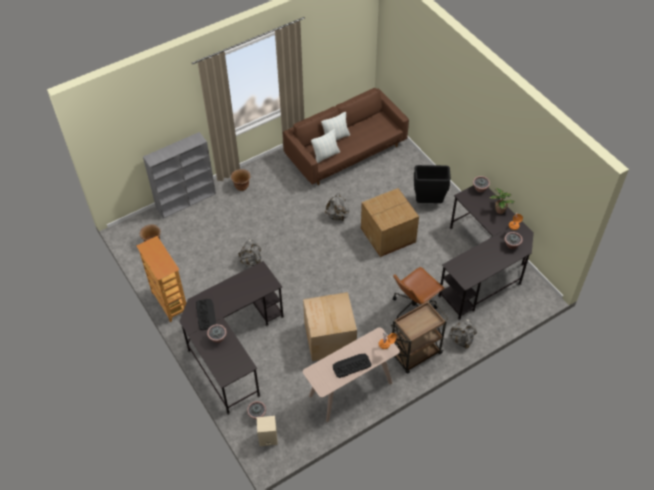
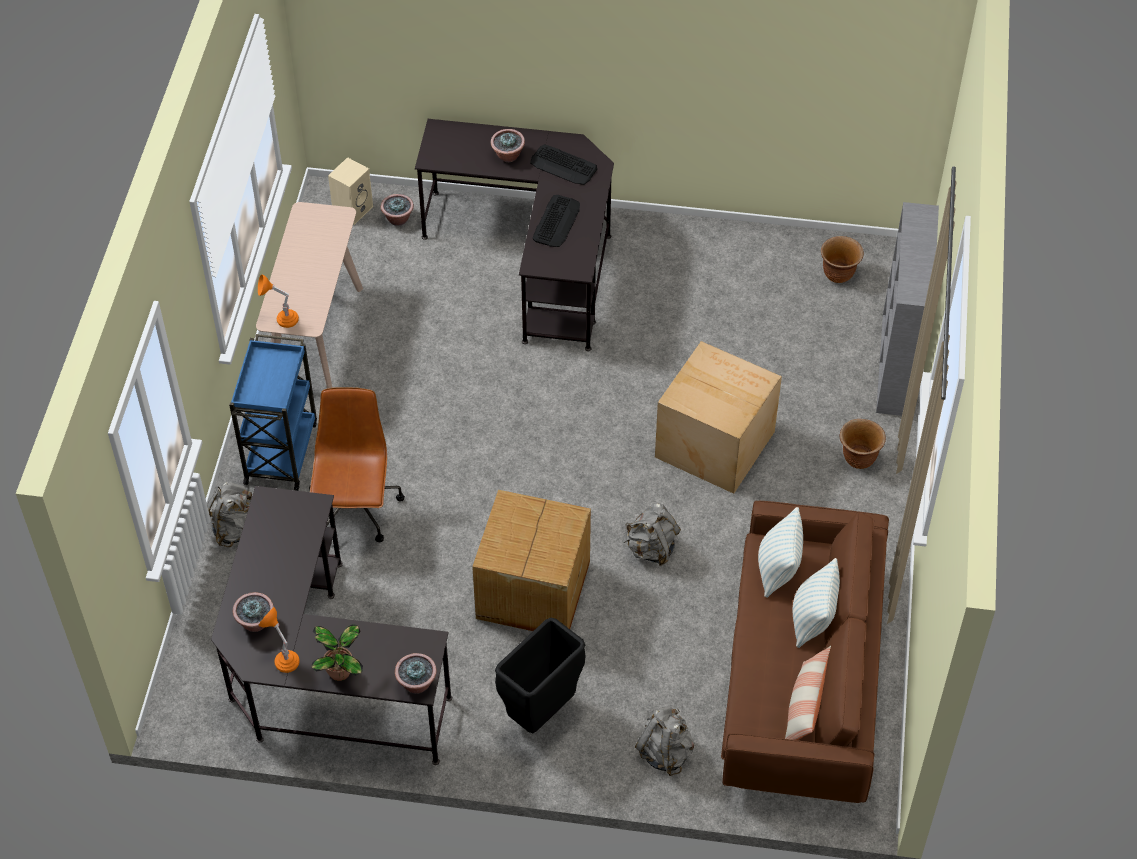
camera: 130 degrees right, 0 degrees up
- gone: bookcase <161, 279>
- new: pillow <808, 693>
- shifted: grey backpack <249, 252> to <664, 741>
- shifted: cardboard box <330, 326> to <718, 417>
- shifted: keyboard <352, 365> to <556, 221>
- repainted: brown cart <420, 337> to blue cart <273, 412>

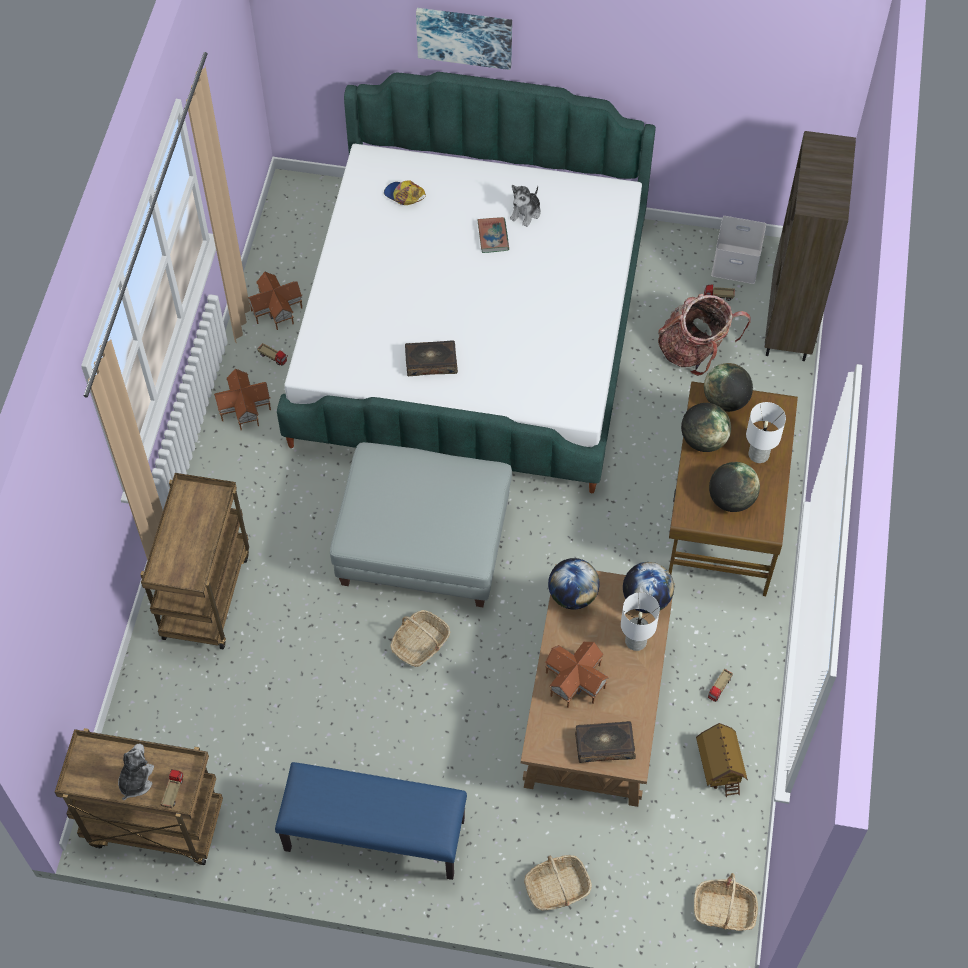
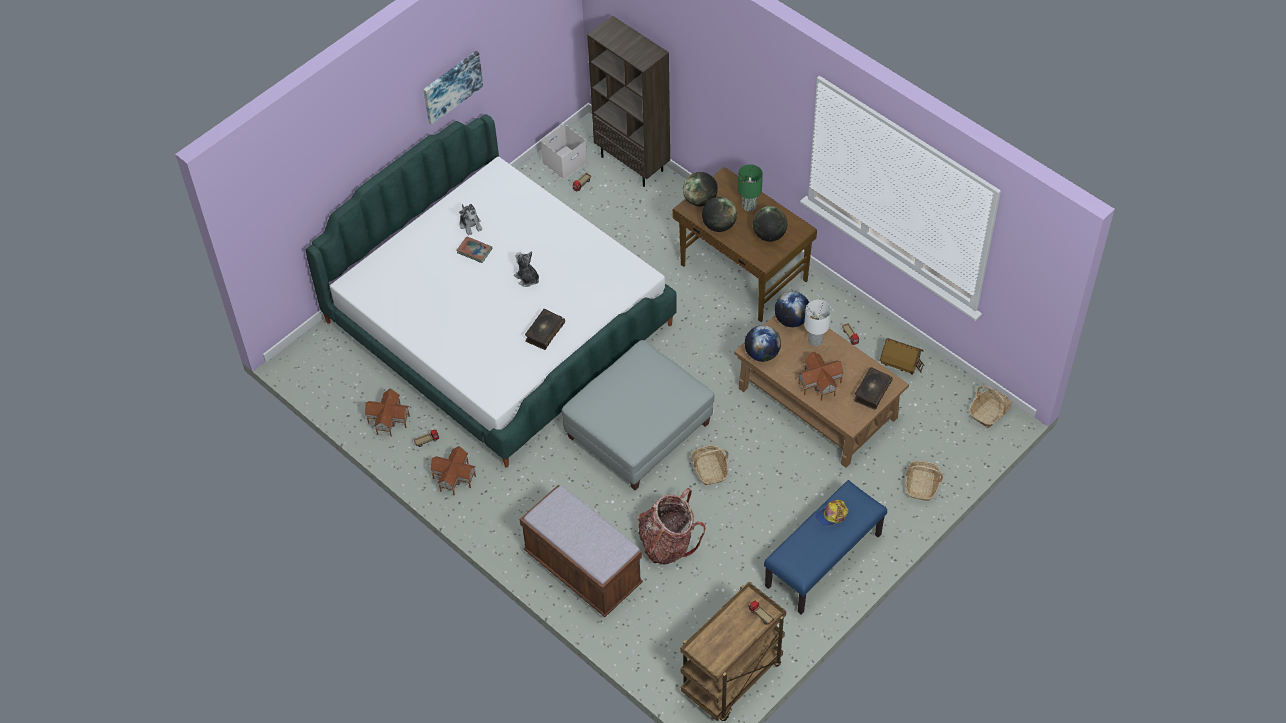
camera: 55 degrees left, 5 degrees down
- shifted: plush toy <136, 772> to <526, 269>
- shifted: cap <405, 192> to <832, 513>
- shifted: picture <464, 39> to <453, 88>
- shifted: backpack <704, 335> to <671, 526>
- swapped: brown cart <194, 561> to brown bench <581, 551>
- repainted: white table lamp <766, 432> to green table lamp <750, 188>

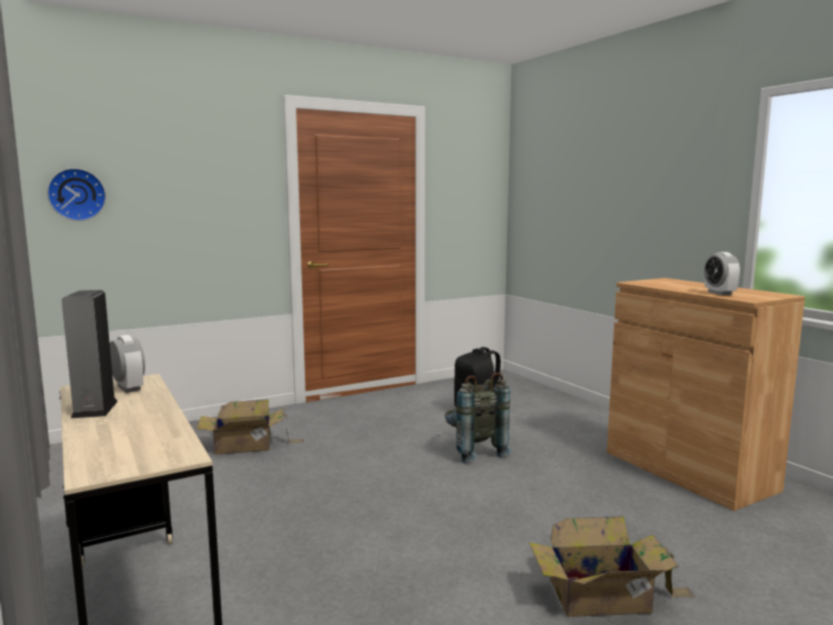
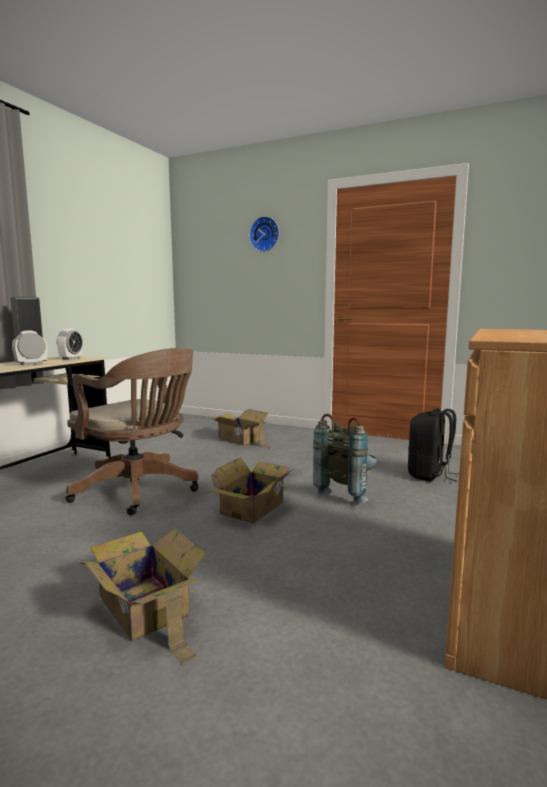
camera: 55 degrees right, 0 degrees up
- new: brown office chair <132, 431>
- new: cardboard box <251, 490>
- shifted: wall clock <76, 194> to <264, 234>
- shifted: alarm clock <722, 273> to <29, 347>

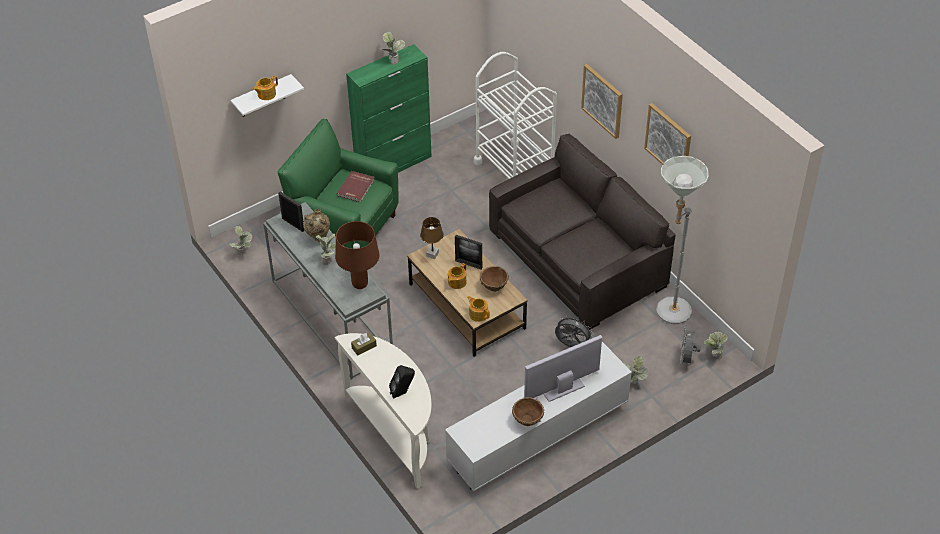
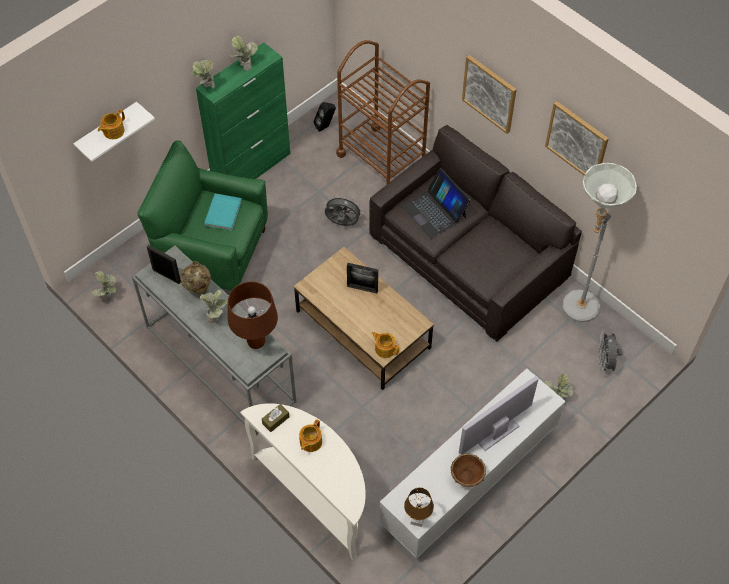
camera: 10 degrees left, 10 degrees up
- gone: brown bowl <494, 279>
- new: laptop <436, 203>
- shifted: black speaker <402, 382> to <325, 117>
- shifted: brown table lamp <432, 238> to <419, 507>
- shifted: teapot <457, 276> to <310, 435>
- shifted: grey fan <574, 331> to <343, 210>
- shifted: potted plant <716, 345> to <203, 74>
- repainted: red book <355, 186> to turquoise book <223, 212>
- repainted: white cart <515, 115> to brown cart <383, 112>

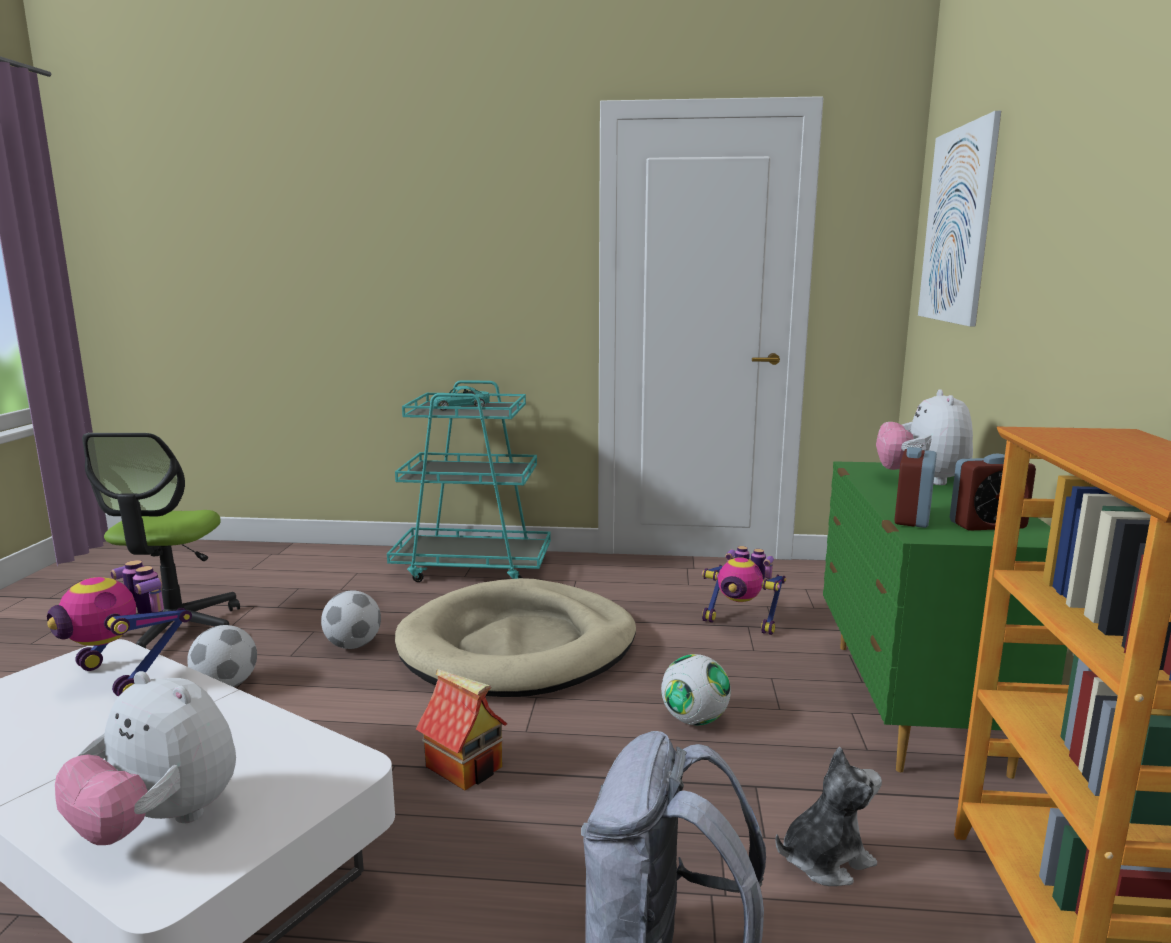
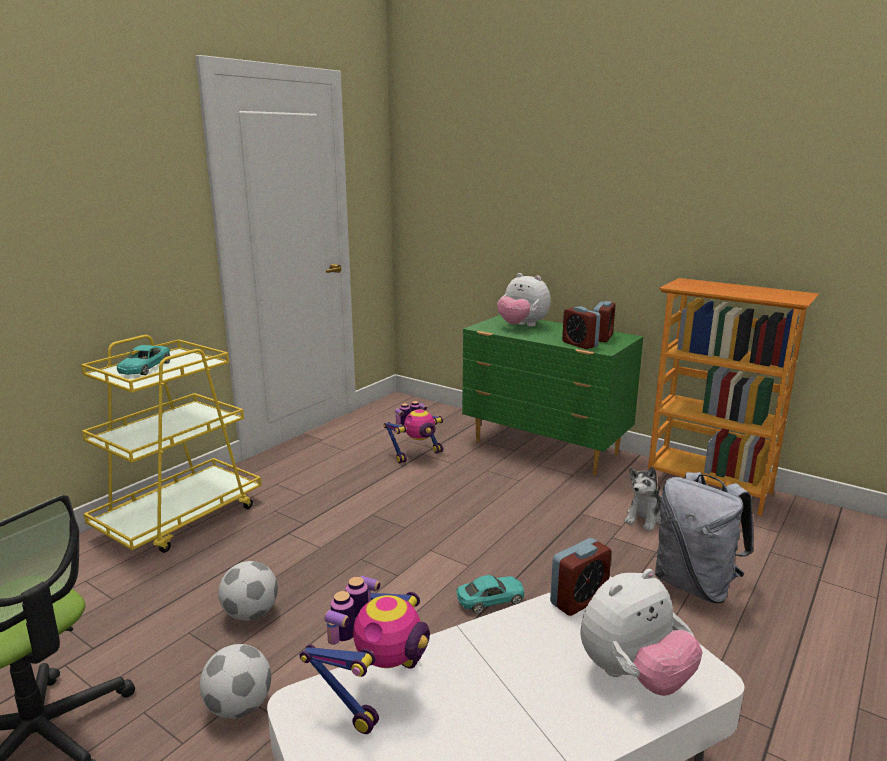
camera: 60 degrees left, 5 degrees up
- gone: beige dog bed <515, 637>
- gone: football <696, 689>
- gone: picture <959, 219>
- new: alarm clock <581, 577>
- swapped: toy house <461, 730> to turquoise toy car <490, 594>
- repainted: turquoise cart <469, 481> to yellow cart <171, 444>
- rotated: toy robot <119, 628> = <364, 655> 45 degrees counterclockwise
- rotated: plush toy <828, 816> = <643, 498> 150 degrees counterclockwise

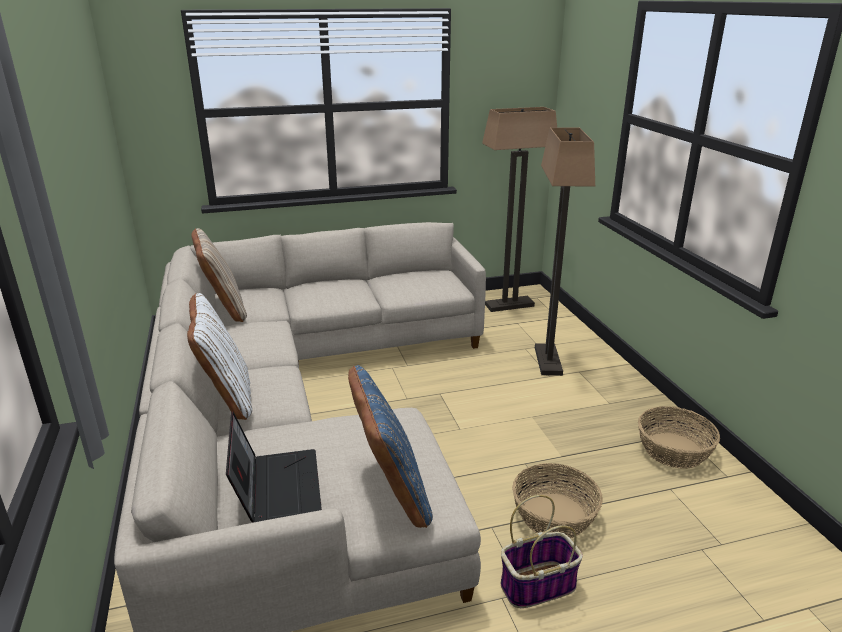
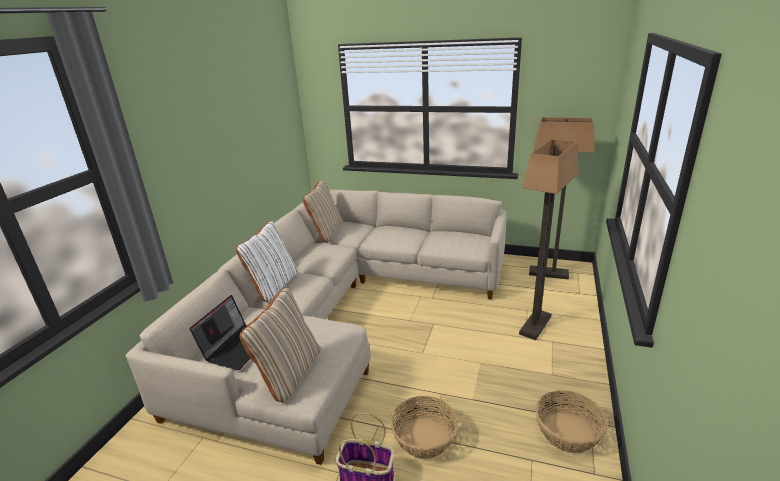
camera: 35 degrees right, 0 degrees up
- repainted: blue pillow <390, 446> to beige pillow <280, 345>

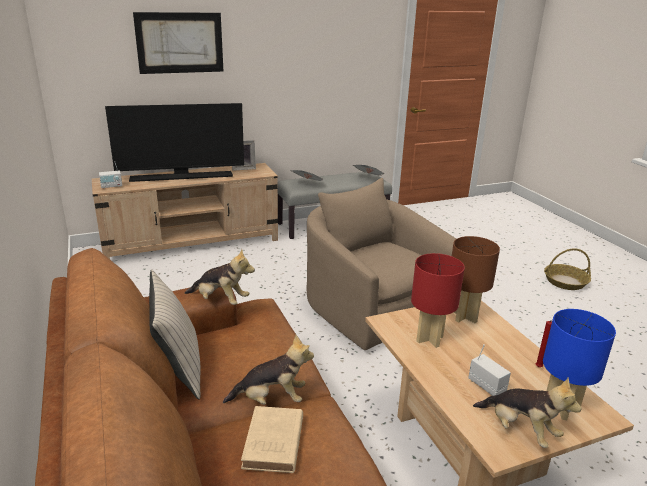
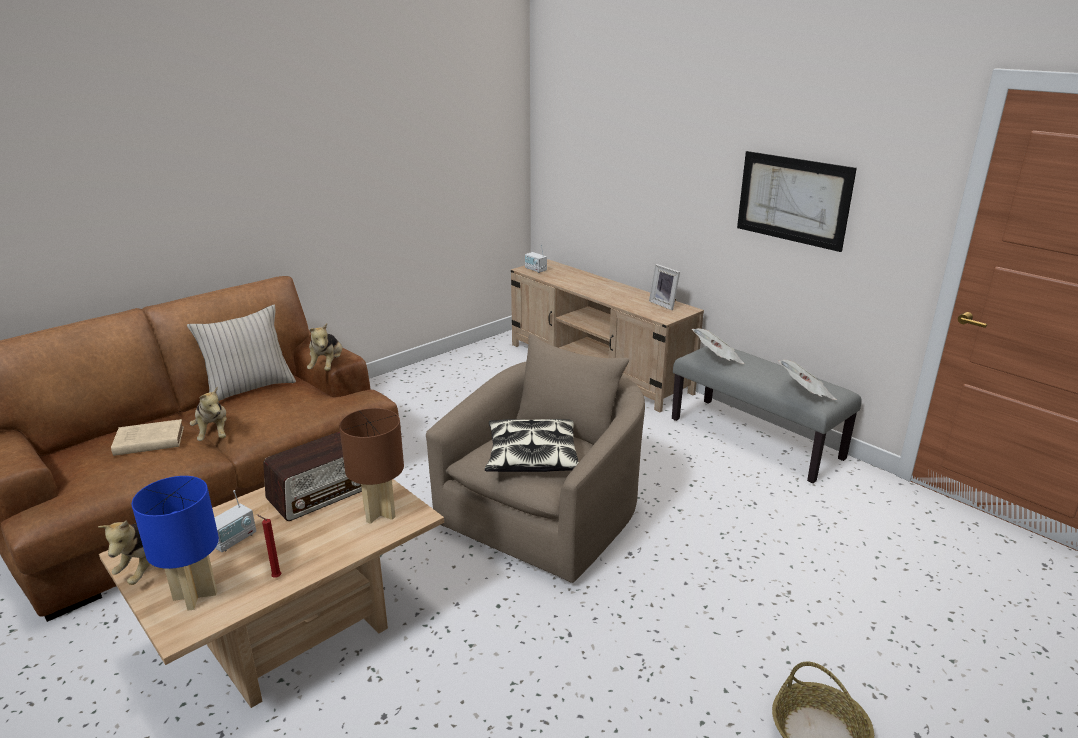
camera: 70 degrees right, 0 degrees up
- gone: television <174, 142>
- new: pillow <532, 445>
- shifted: picture <178, 43> to <797, 201>
- swapped: red table lamp <438, 300> to radio <312, 476>

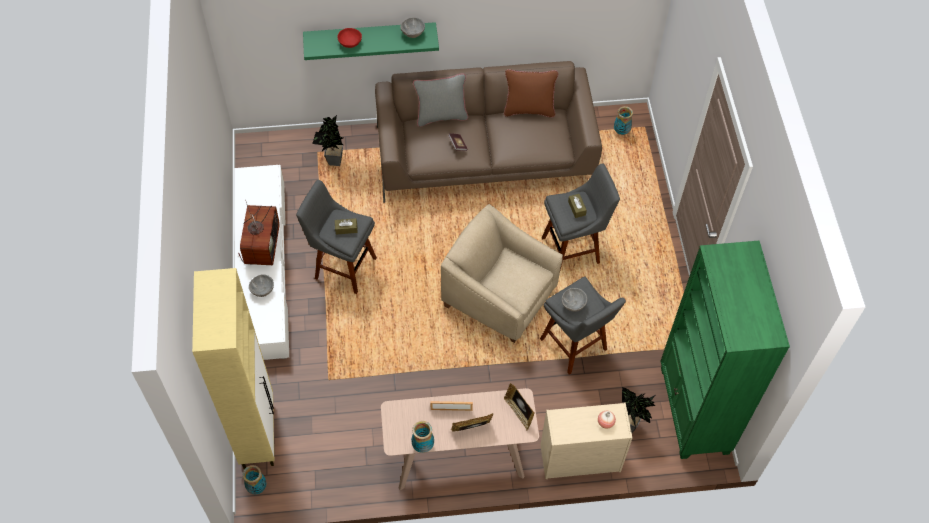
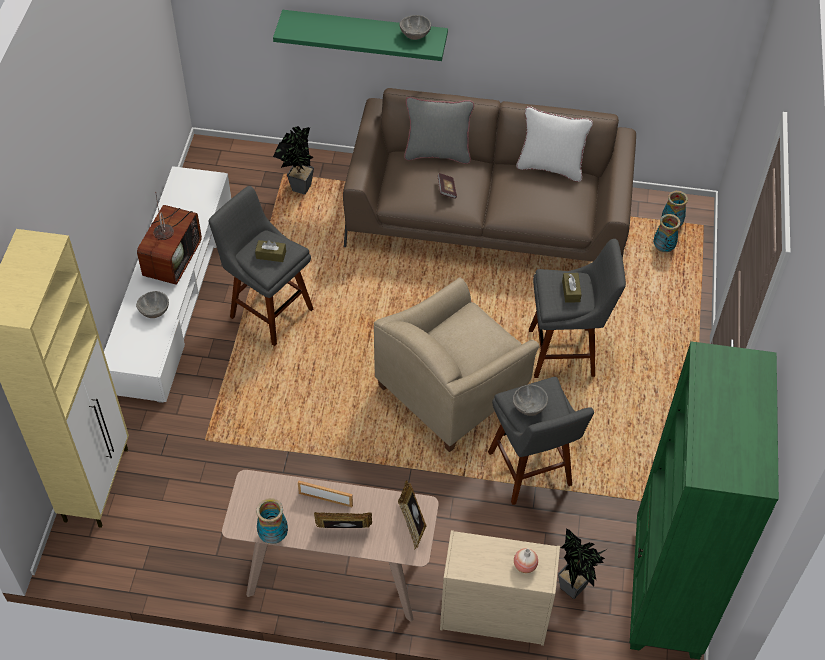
camera: 15 degrees right, 5 degrees down
- gone: red bowl <350, 38>
- shifted: vase <255, 479> to <666, 233>
- repainted: brown pillow <531, 93> to white pillow <554, 144>
- rotated: beige armchair <502, 273> = <457, 365> 90 degrees counterclockwise

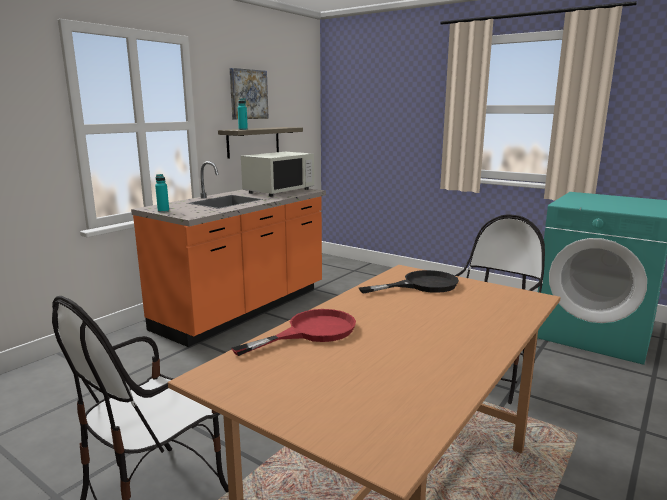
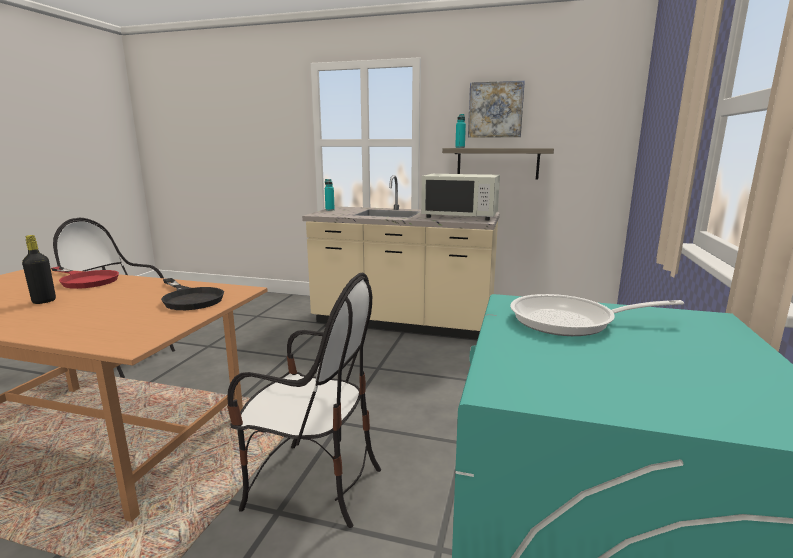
camera: 70 degrees right, 0 degrees up
- new: black bottle <39, 269>
- new: frying pan <597, 315>
- repainted: orange counter <228, 254> to beige counter <401, 257>

